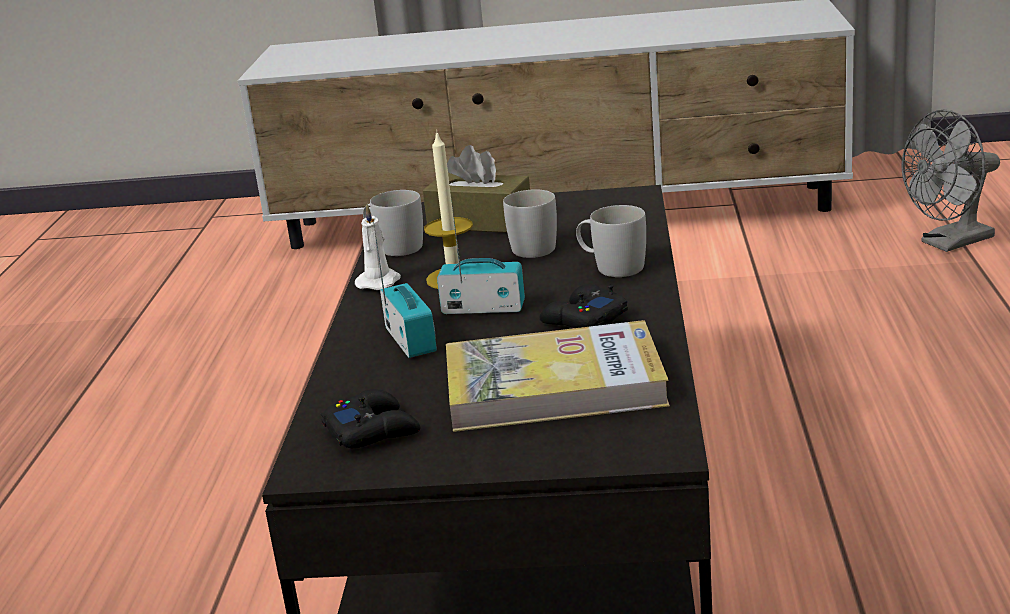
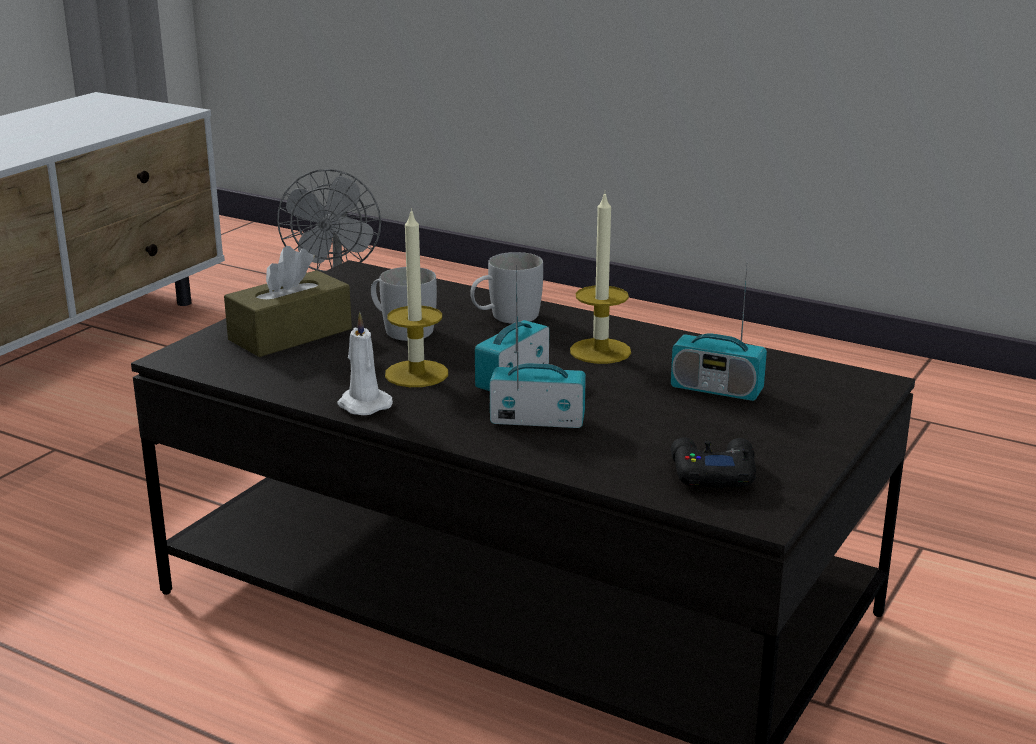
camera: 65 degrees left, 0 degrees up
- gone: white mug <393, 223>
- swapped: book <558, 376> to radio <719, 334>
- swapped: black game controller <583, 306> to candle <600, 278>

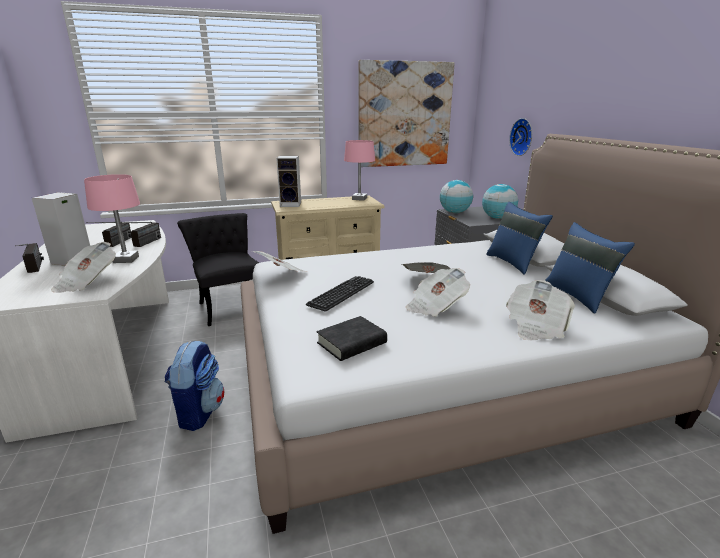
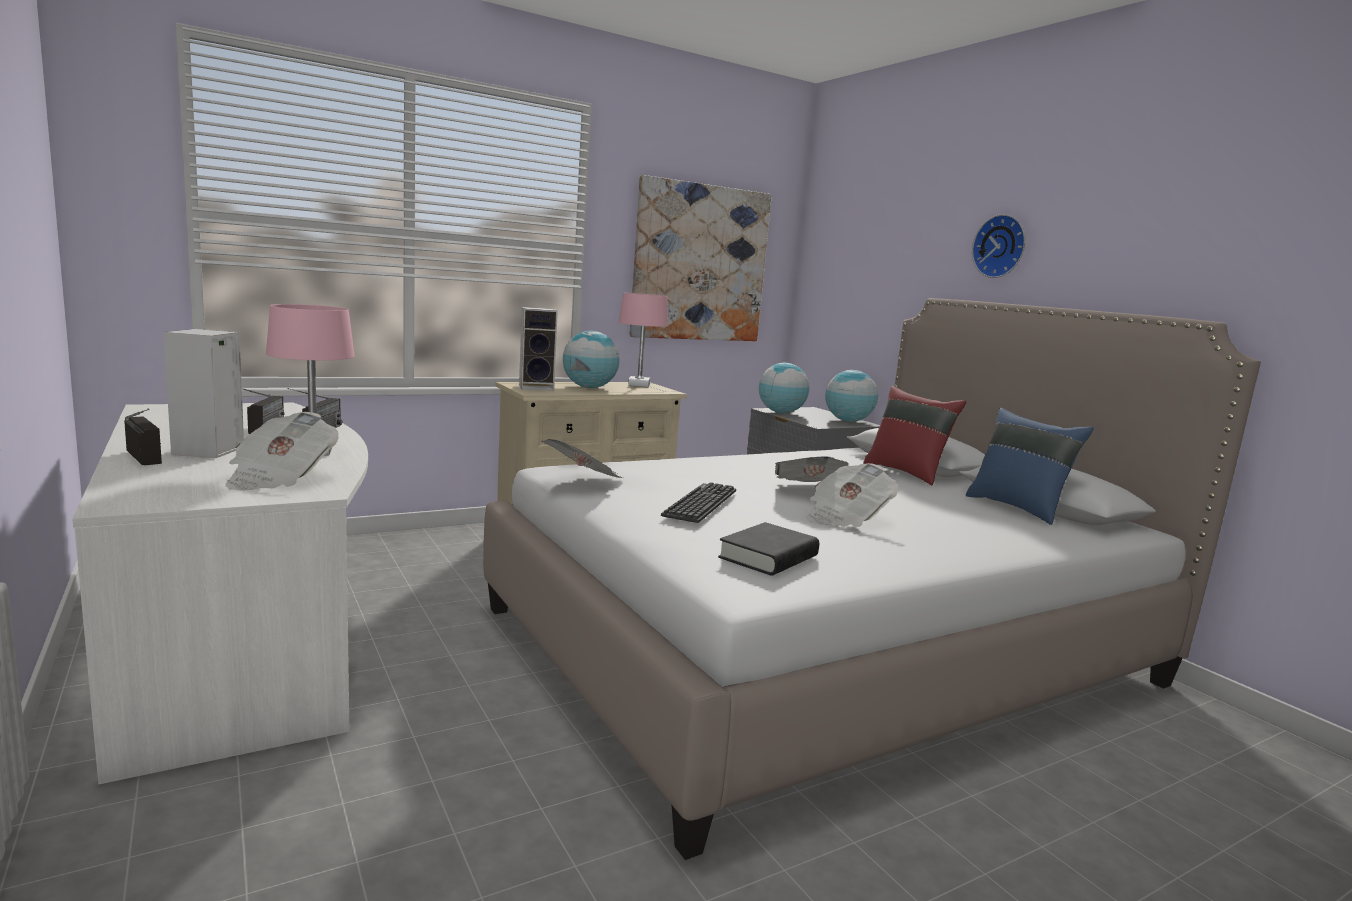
camera: 15 degrees left, 10 degrees down
- gone: backpack <195, 386>
- gone: black chair <218, 269>
- gone: newspaper <540, 310>
- new: globe <591, 359>
- shifted: wall clock <520, 137> to <998, 246>
- repainted: blue pillow <520, 238> to red pillow <914, 435>

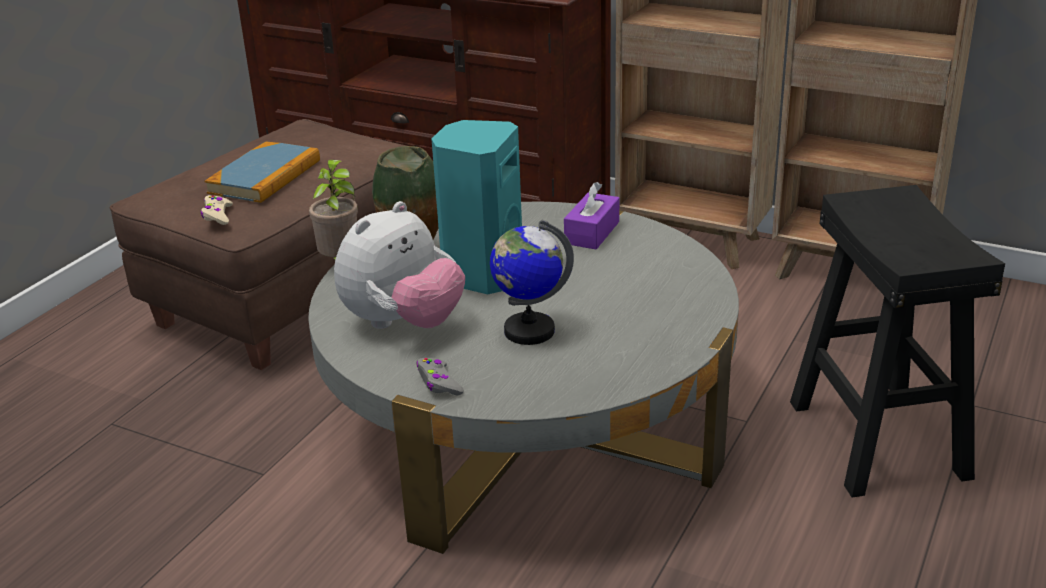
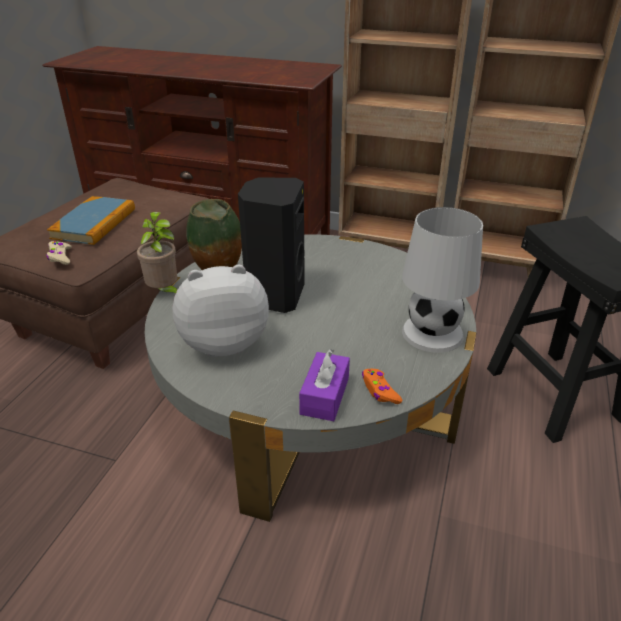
camera: 10 degrees left, 5 degrees up
- gone: grey game controller <440, 377>
- gone: globe <532, 282>
- new: orange game controller <382, 386>
- new: white table lamp <442, 280>
- shifted: purple tissue box <591, 215> to <324, 385>
- repainted: turquoise speaker <476, 207> to black speaker <271, 245>
- rotated: plush toy <399, 265> = <220, 311> 135 degrees counterclockwise

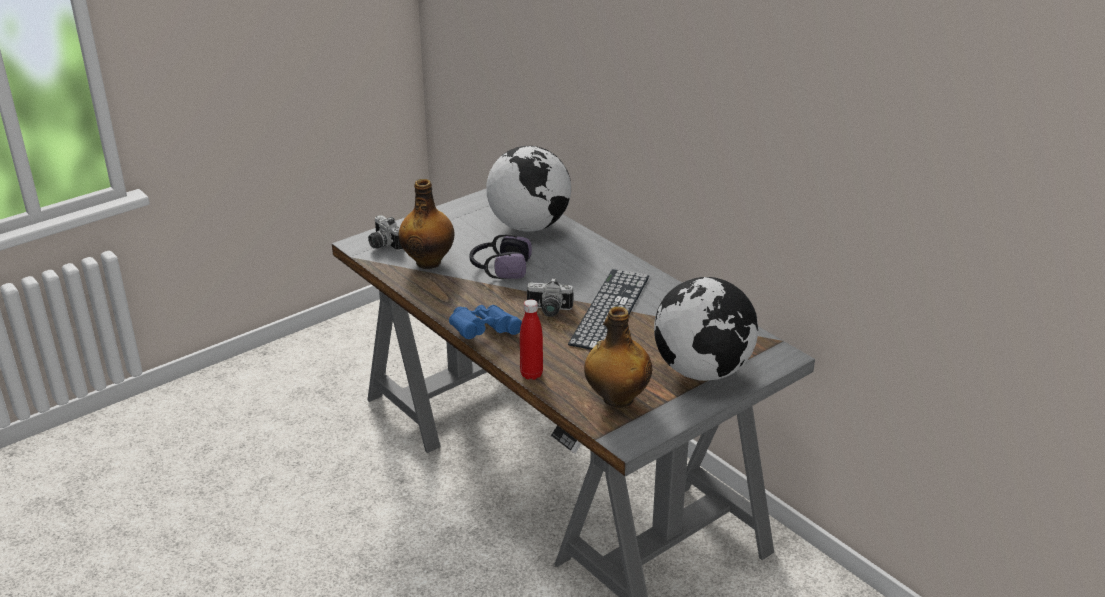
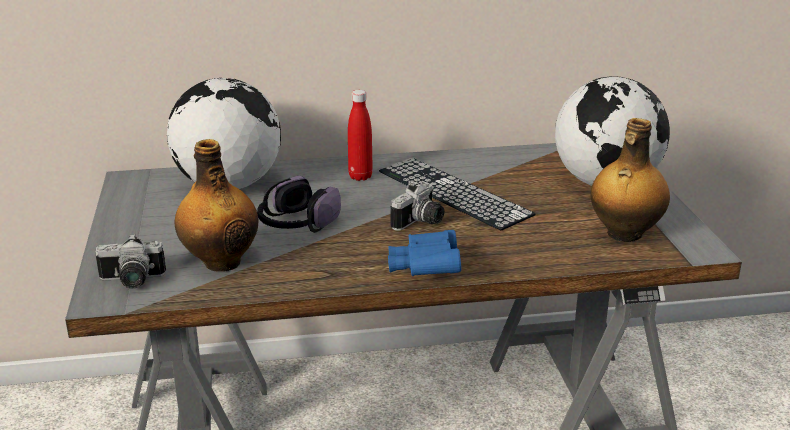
camera: 60 degrees left, 5 degrees down
- shifted: red bottle <531, 339> to <360, 135>

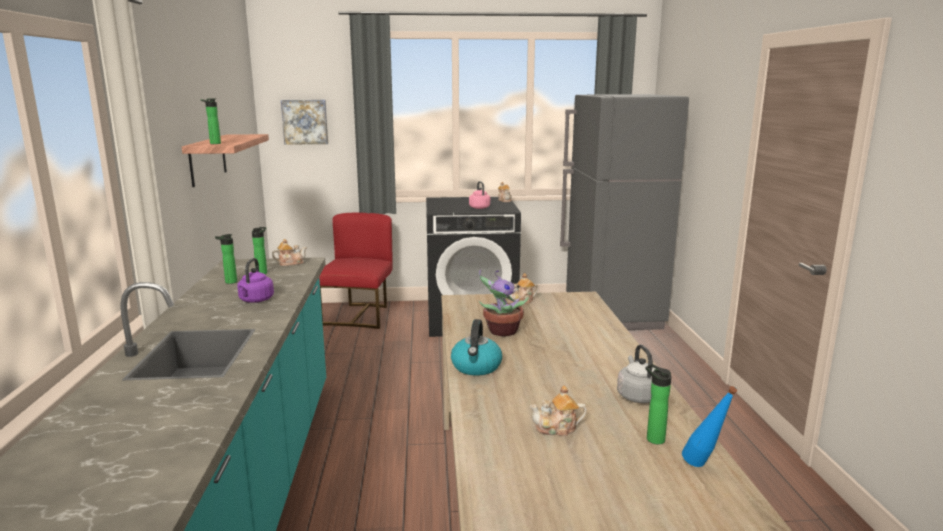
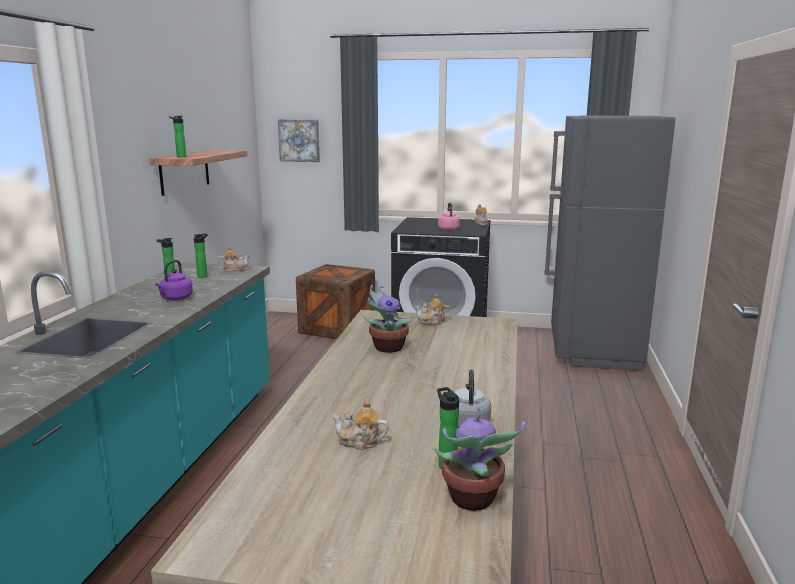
camera: 15 degrees right, 0 degrees up
- gone: kettle <476, 347>
- swapped: red chair <356, 271> to crate <335, 301>
- swapped: blue bottle <709, 426> to potted plant <480, 459>

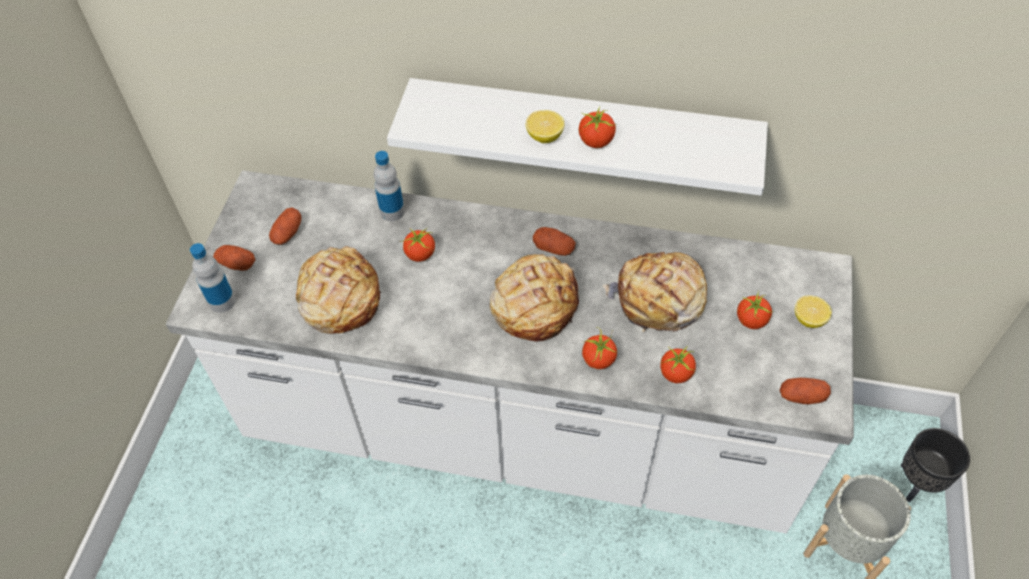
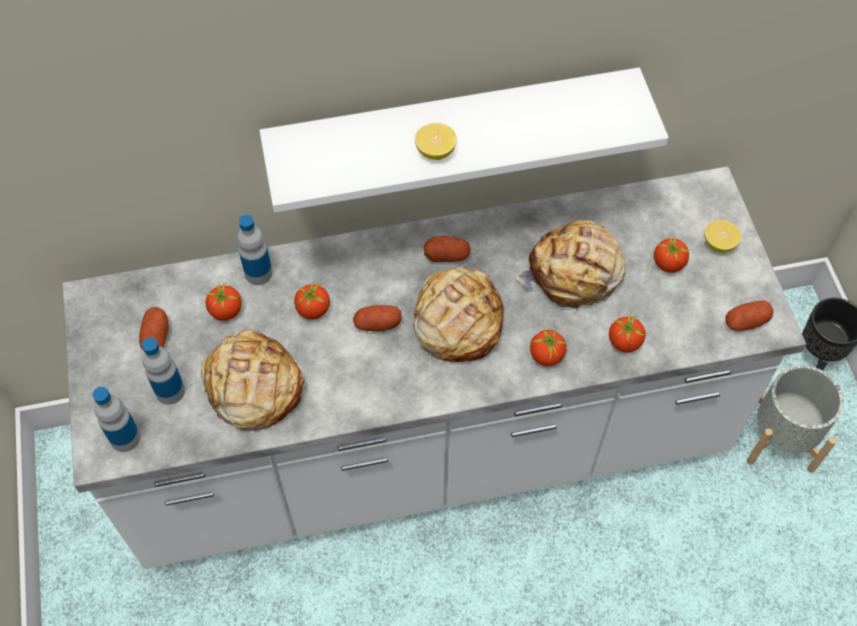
camera: 25 degrees left, 5 degrees up
- new: bottle <163, 371>
- shifted: potato <234, 258> to <377, 318>
- shifted: tomato <597, 127> to <224, 301>

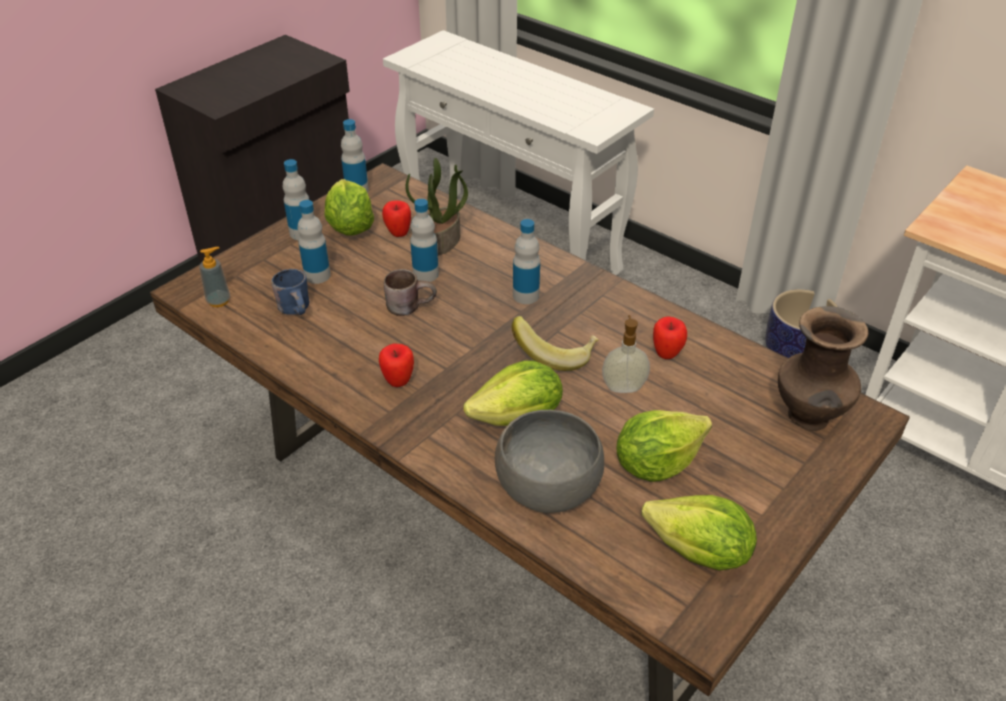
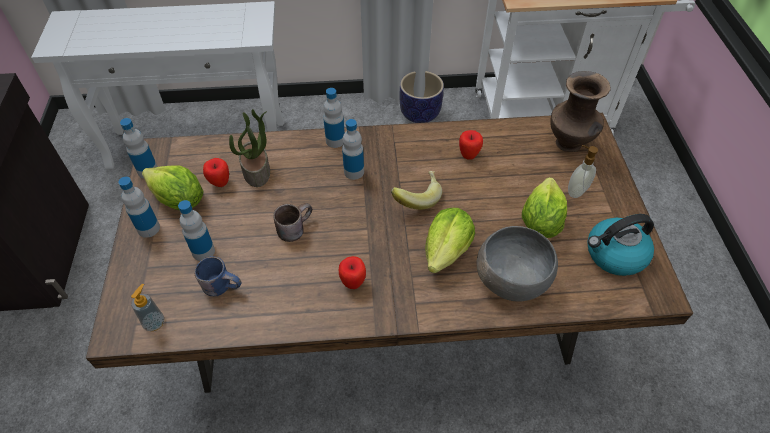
camera: 45 degrees left, 10 degrees up
- shifted: bottle <424, 240> to <334, 118>
- shifted: soap dispenser <626, 354> to <583, 171>
- swapped: lettuce <699, 533> to kettle <620, 245>

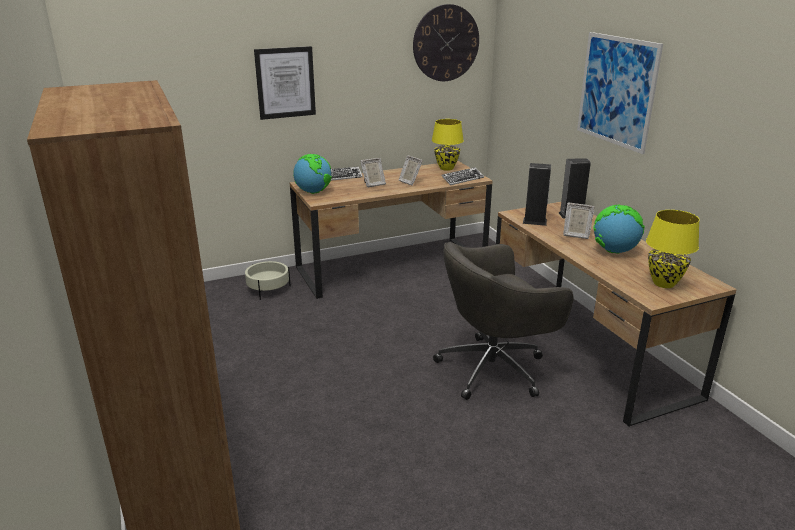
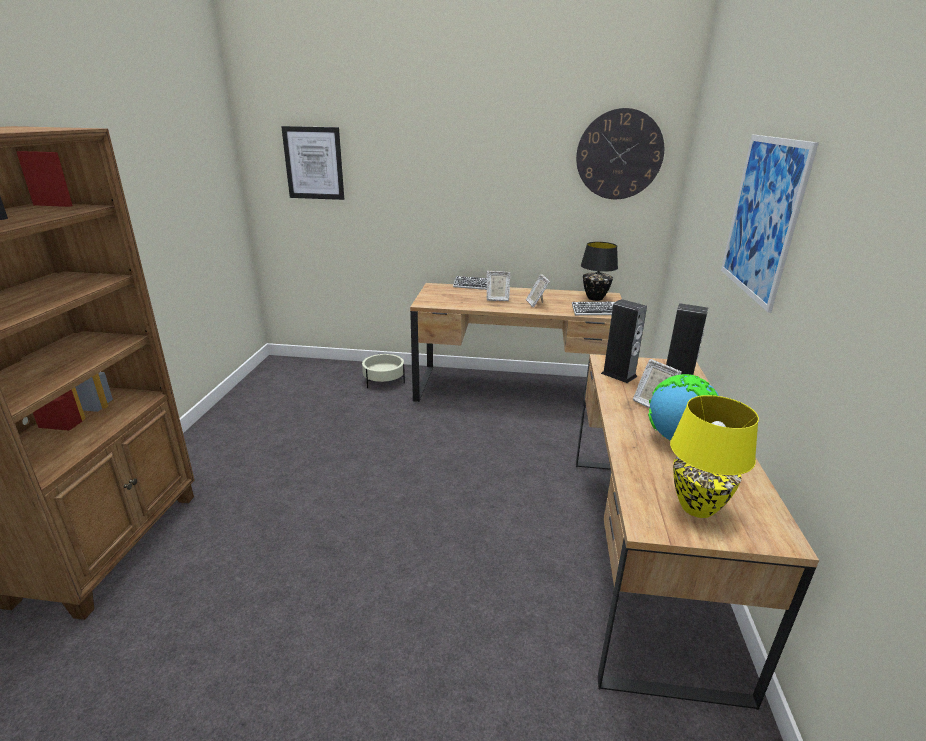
camera: 30 degrees right, 0 degrees up
- gone: globe <312, 174>
- gone: grey office chair <503, 321>
- shifted: picture <285, 83> to <312, 163>
- repainted: yellow table lamp <448, 145> to black table lamp <599, 271>

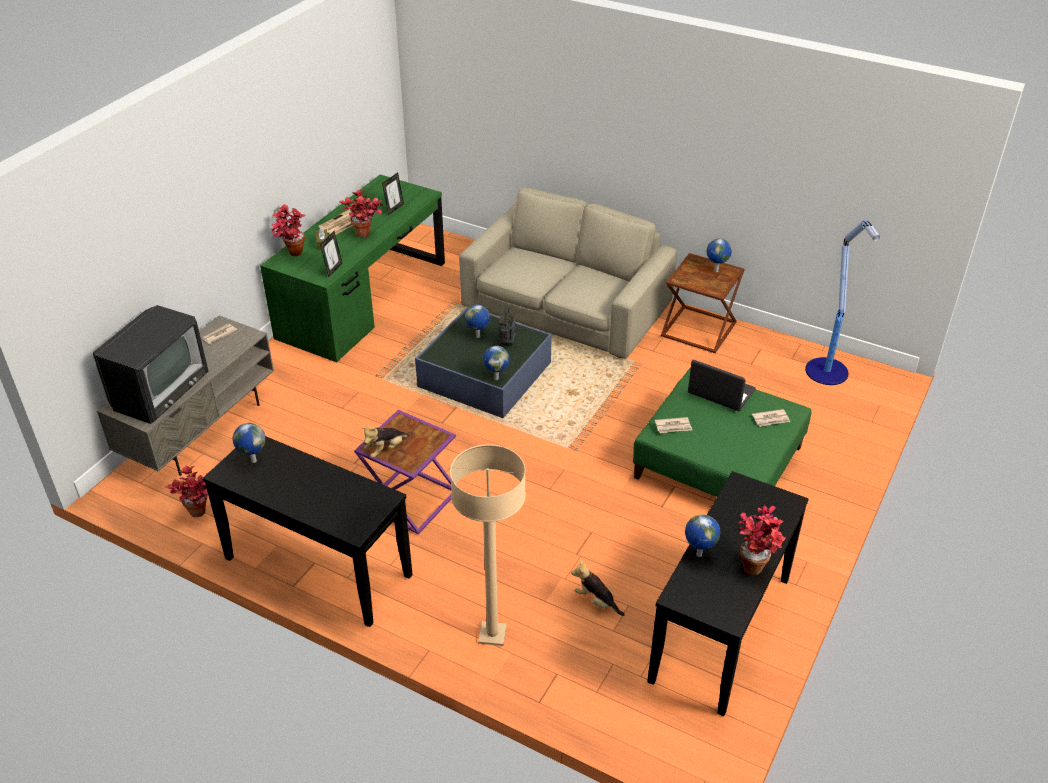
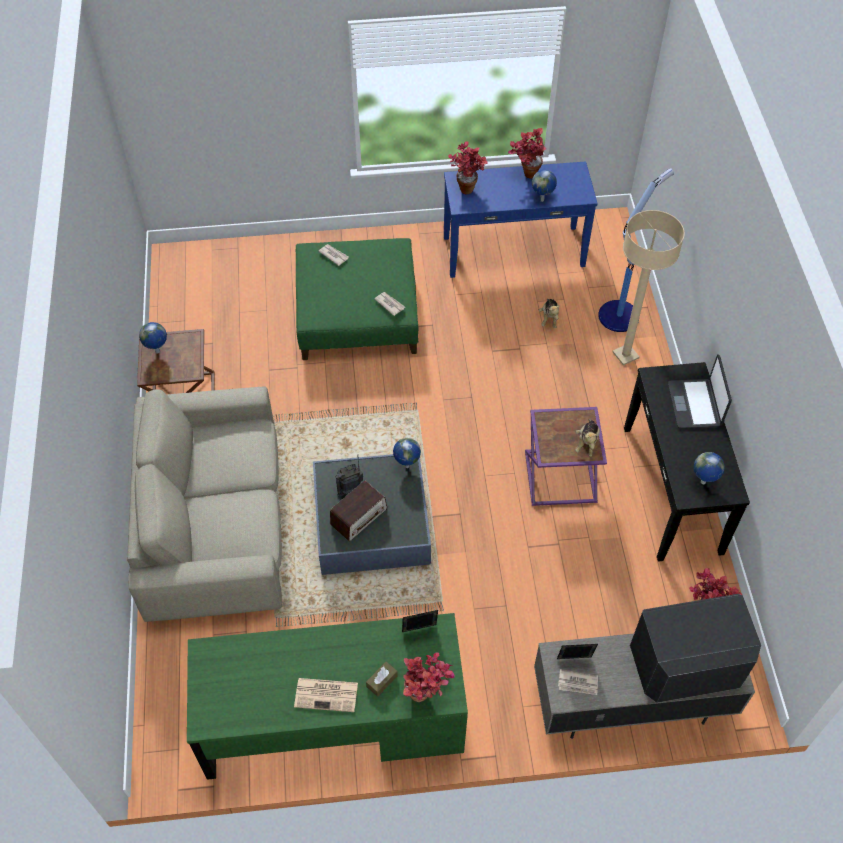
camera: 125 degrees left, 15 degrees up
- shifted: potted plant <361, 213> to <467, 168>
- shifted: picture frame <393, 194> to <577, 651>
- shifted: laptop <722, 385> to <700, 391>
- shifted: floor lamp <843, 301> to <636, 250>
- swapped: globe <477, 321> to radio <358, 511>
- repainted: black console table <728, 593> to blue console table <521, 219>
- rotated: plush toy <385, 442> = <587, 438> 90 degrees clockwise

